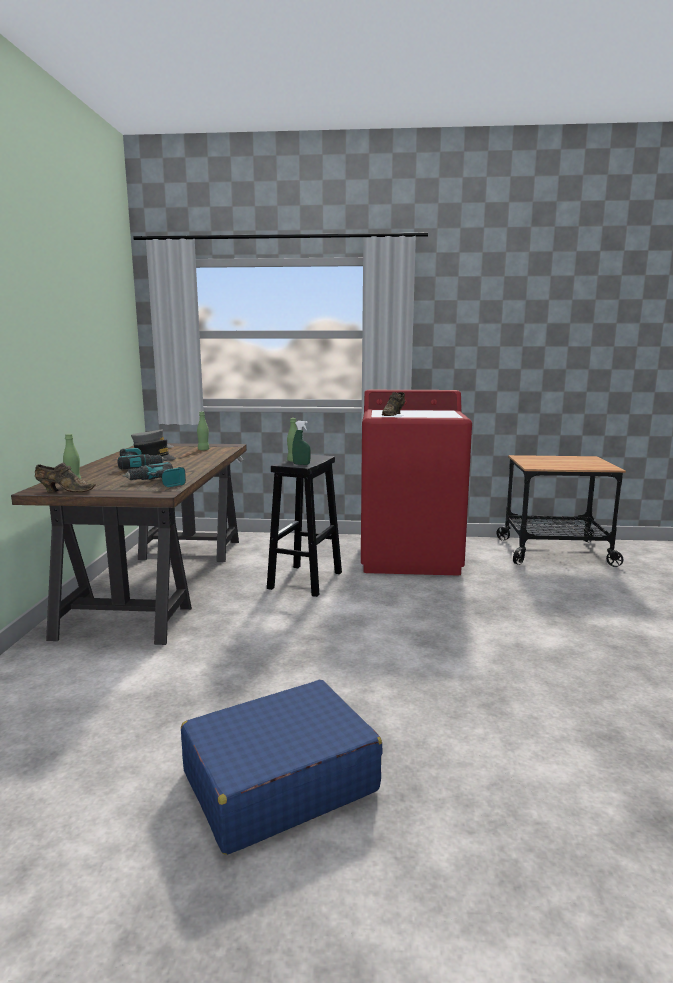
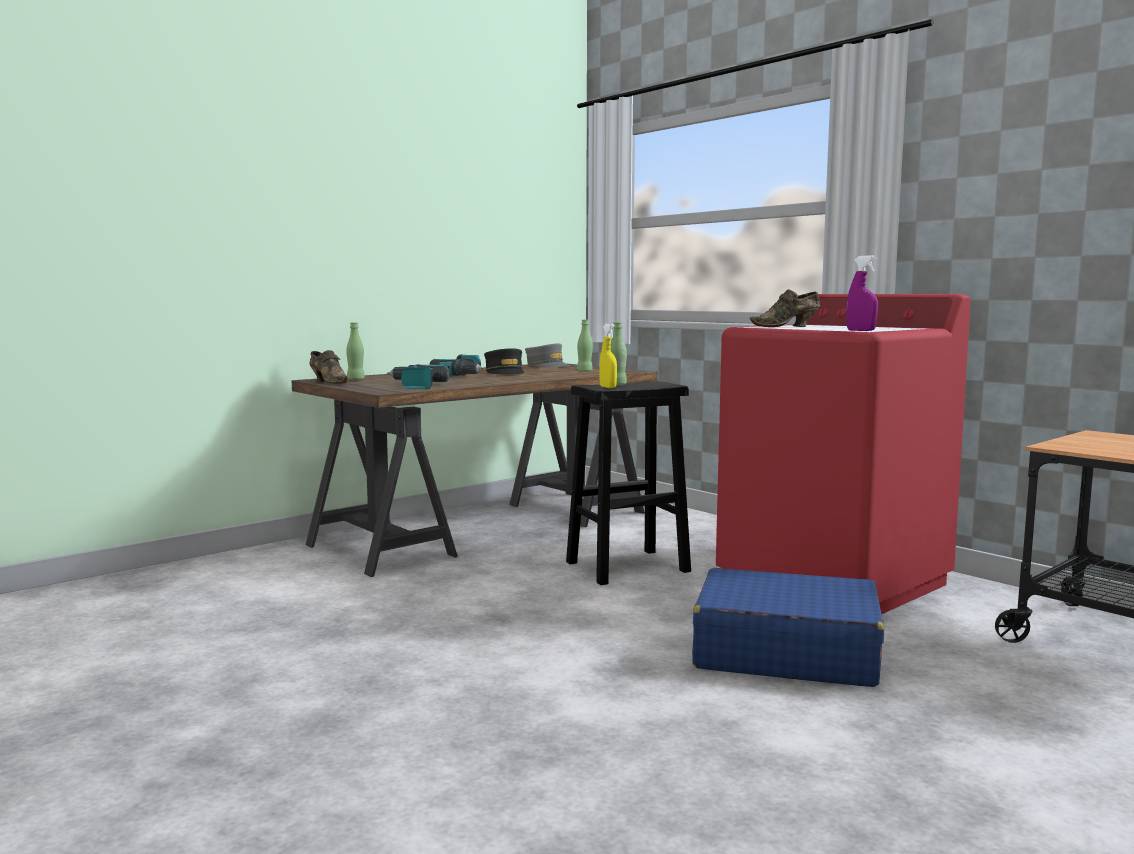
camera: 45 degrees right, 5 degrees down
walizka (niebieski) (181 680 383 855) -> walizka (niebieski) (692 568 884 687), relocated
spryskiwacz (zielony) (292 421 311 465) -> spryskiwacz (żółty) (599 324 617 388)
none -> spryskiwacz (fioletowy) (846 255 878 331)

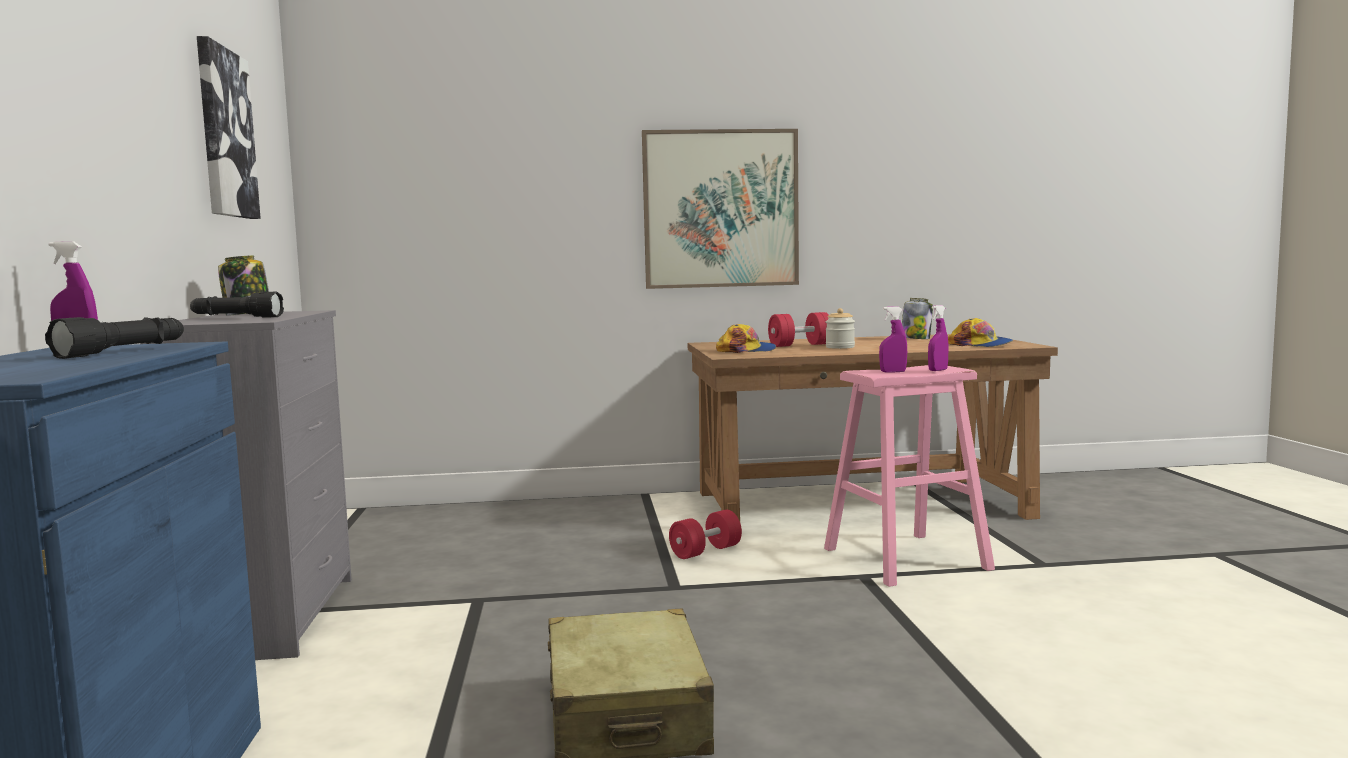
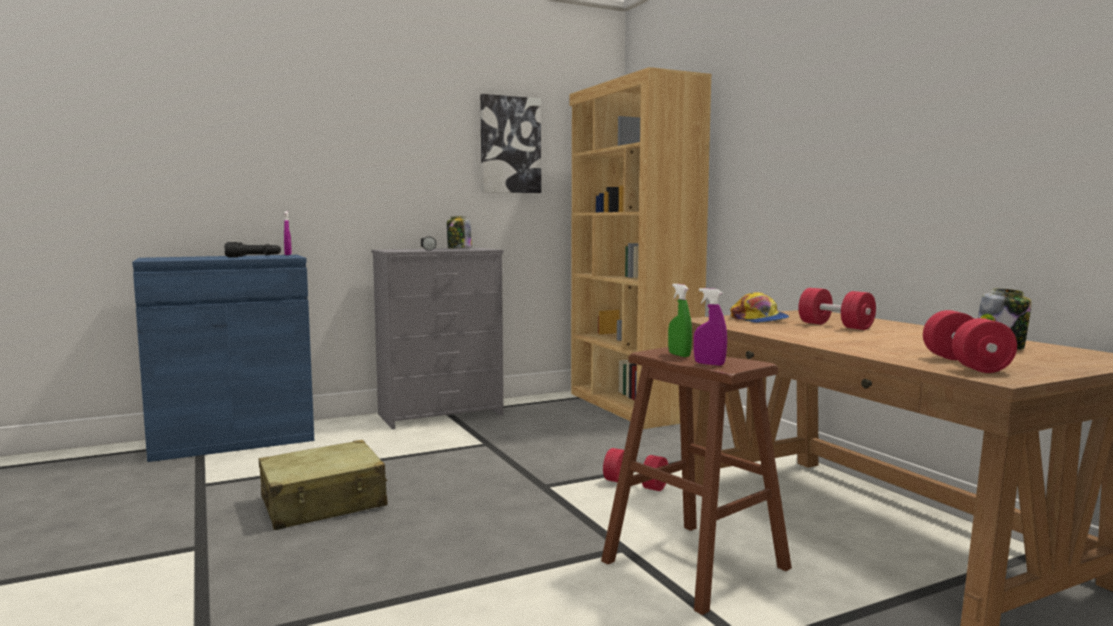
camera: 70 degrees right, 0 degrees up
obraz (642 129 799 289) -> none
stołek (różowy) (824 365 995 587) -> stołek (brązowy) (601 347 792 615)
słoik (826 308 855 349) -> none
spryskiwacz (fioletowy) (879 307 907 373) -> spryskiwacz (zielony) (668 284 692 357)
czapka z daszkiem (948 318 1013 347) -> hantel (czerwony) (923 310 1017 373)
none -> regał (brązowy) (569 67 712 429)

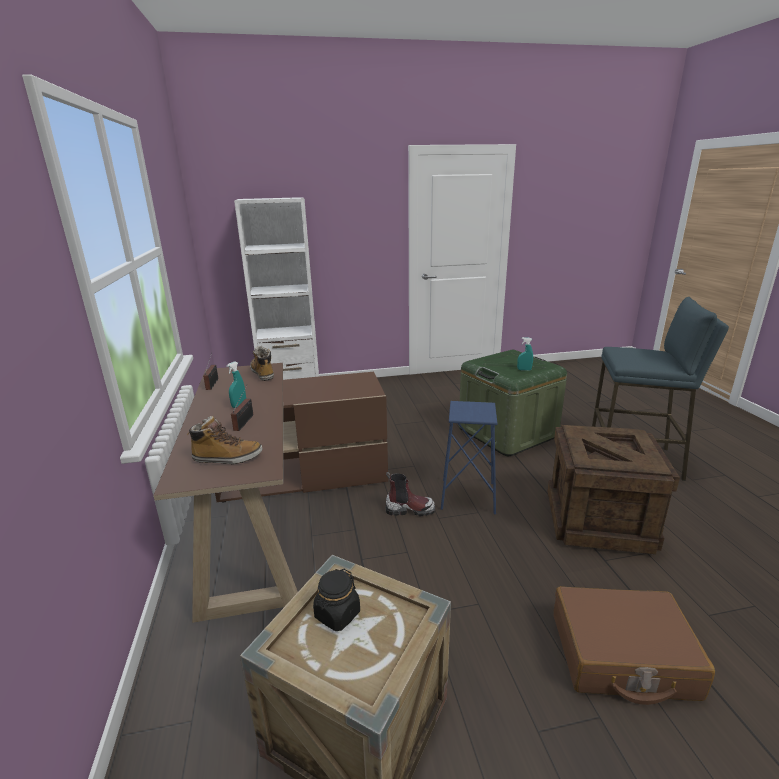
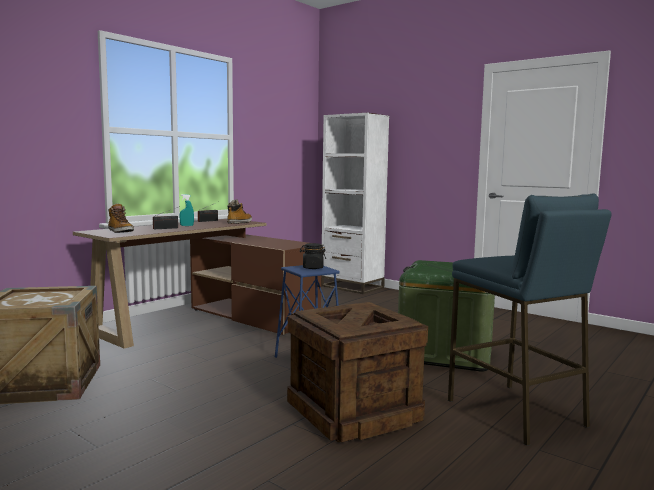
camera: 50 degrees right, 15 degrees down
słoik (czarny) (313 569 360 631) -> słoik (czarny) (300 243 326 269), relocated
but z cholewką (385 472 435 516) -> none
spryskiwacz (turkusowy) (517 337 533 371) -> none
walizka (brązowy) (554 586 715 705) -> none

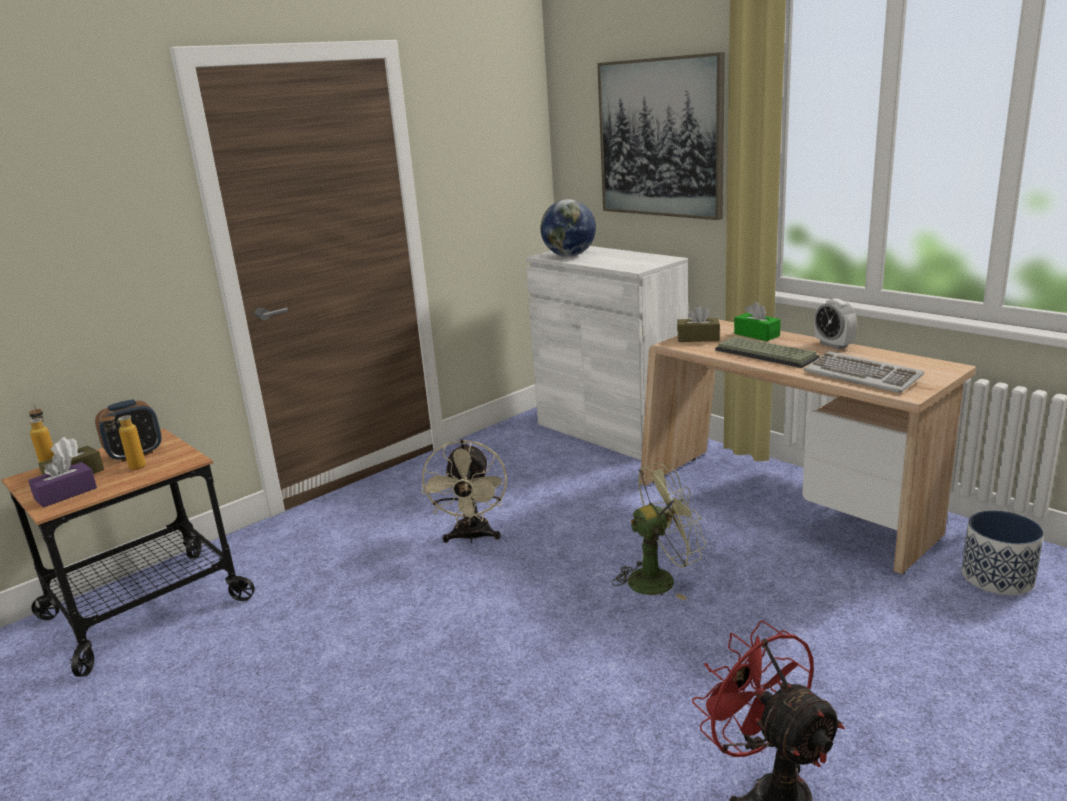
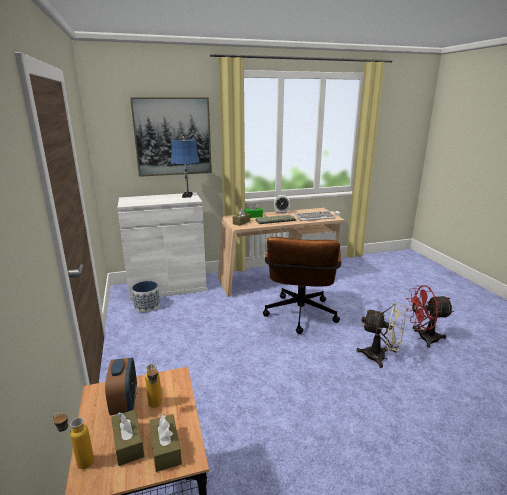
camera: 65 degrees left, 0 degrees up
pudełko chusteczek (fioletowy) (28 455 97 507) -> pudełko chusteczek (brązowy) (149 414 182 472)
wentylator (beżowy) (421 439 507 543) -> wentylator (beżowy) (356 302 407 368), relocated
globus (540 199 596 257) -> none
wentylator (zielony) (612 463 706 600) -> krzesło biurowe (brązowy) (263 237 342 334)
donica (962 511 1044 595) -> donica (132 281 160 312), relocated
none -> lampa stołowa (niebieski) (170 137 200 198)

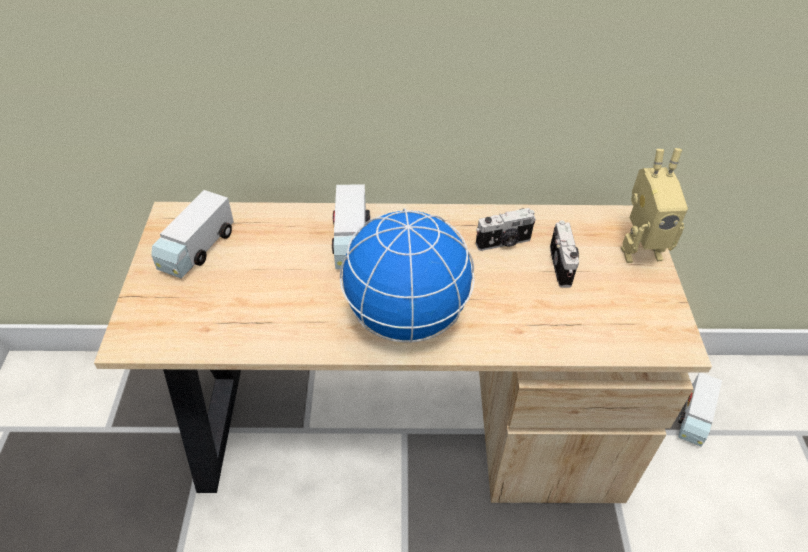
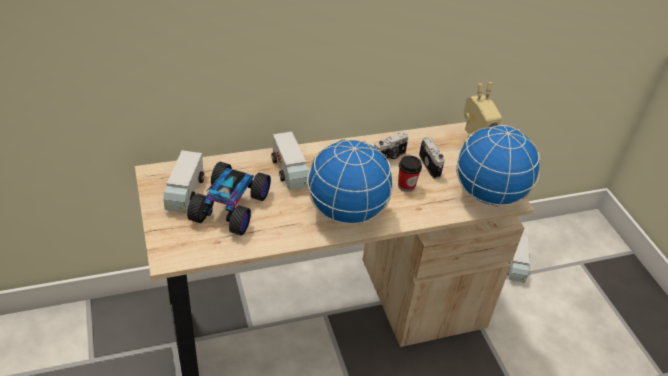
camera: 20 degrees left, 5 degrees down
none -> samochodzik (187 162 271 235)
none -> filiżanka (398 155 422 192)
none -> globus (456 124 540 207)

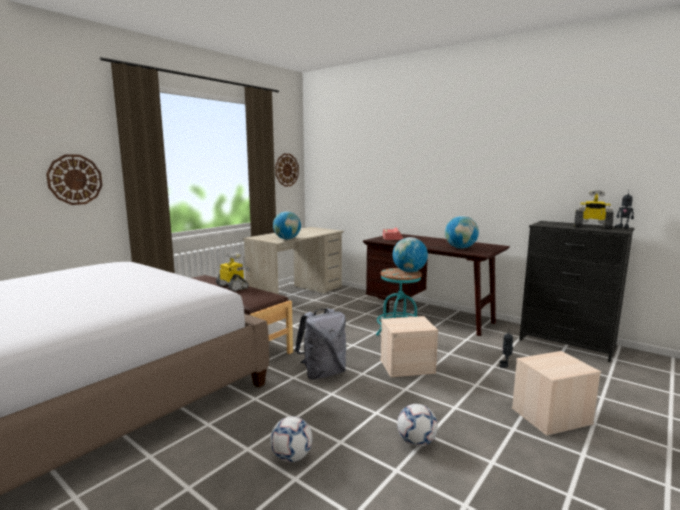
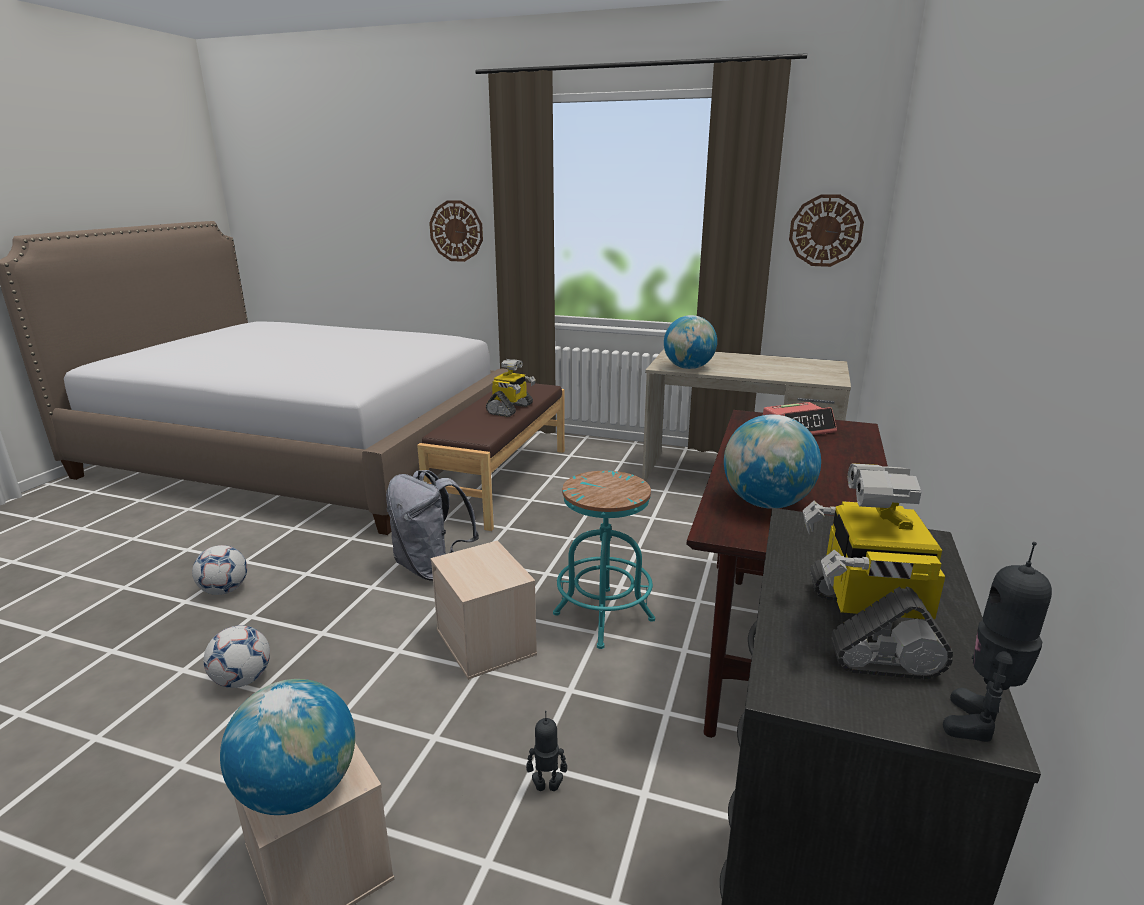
camera: 70 degrees right, 10 degrees up
globus (393 237 428 272) -> globus (220 679 355 815), relocated

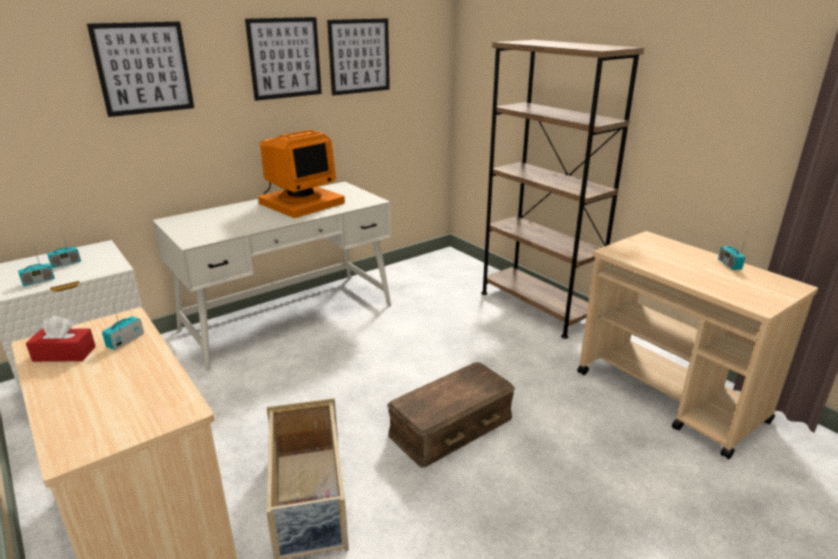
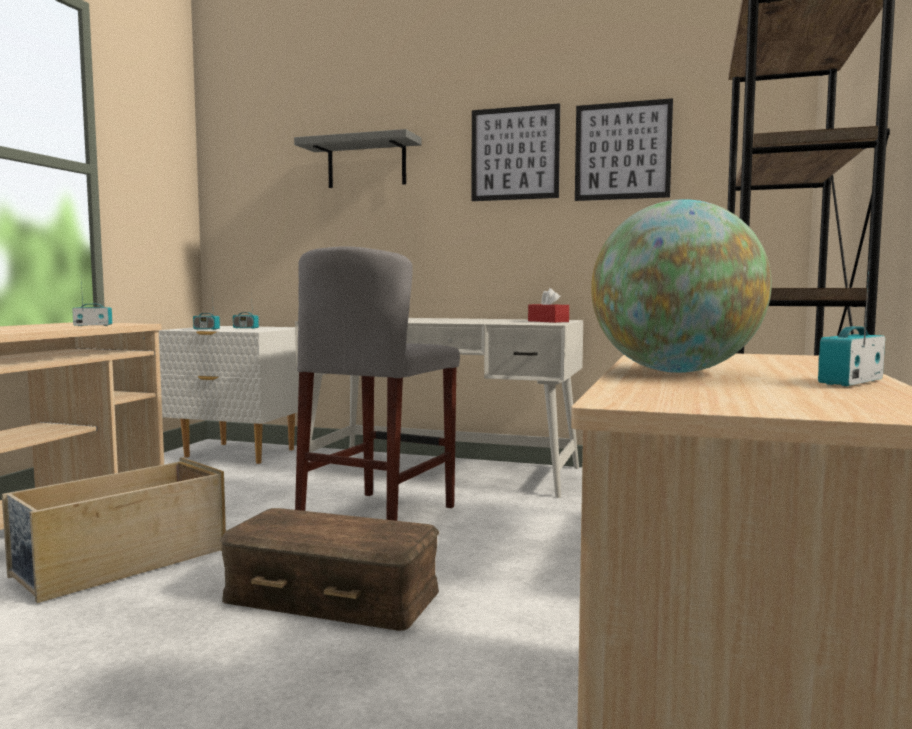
camera: 55 degrees right, 20 degrees down
pudełko chusteczek (czerwony) (26 316 96 362) -> pudełko chusteczek (czerwony) (528 288 569 323), relocated
obraz (87 21 194 117) -> półka (szary) (294 129 422 188)
monitor (258 130 345 218) -> none
none -> stołek (szary) (295 246 460 521)
none -> globus (591 199 772 373)

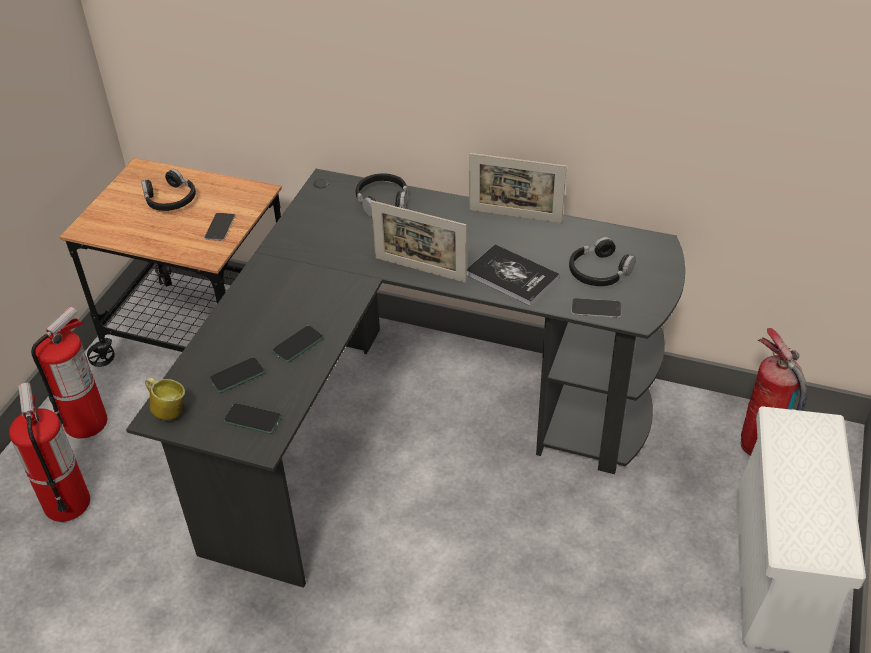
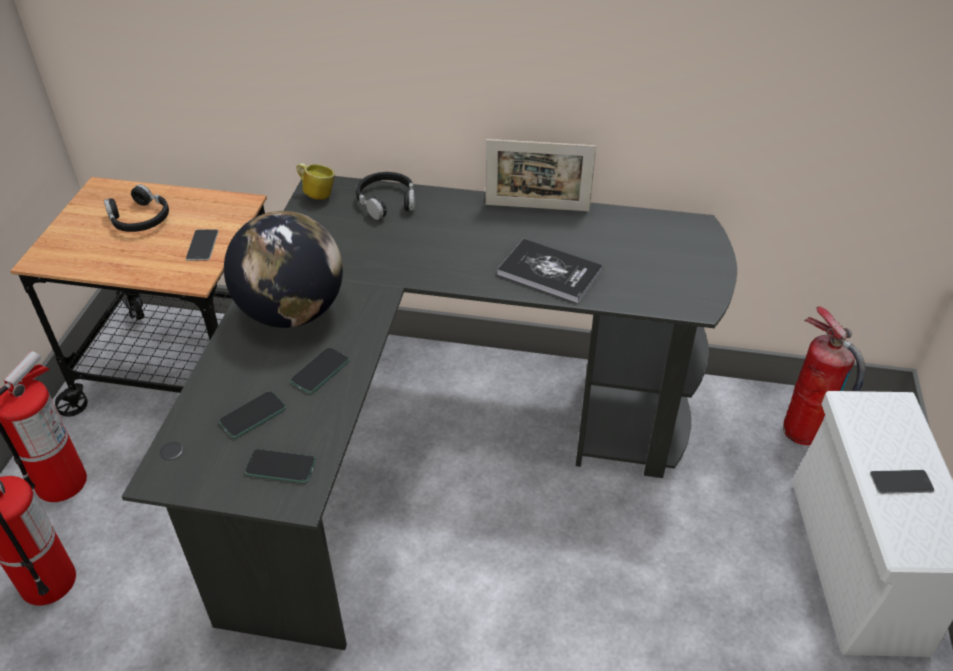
camera: 10 degrees left, 0 degrees up
kubek (145 378 185 420) -> kubek (296 163 335 200), relocated
ramka na zdjęcie (371 201 467 283) -> none
słuchawki (czarny) (569 237 636 286) -> none
telefon (571 298 621 318) -> telefon (870 470 935 494), relocated
none -> globus (224 211 343 328)

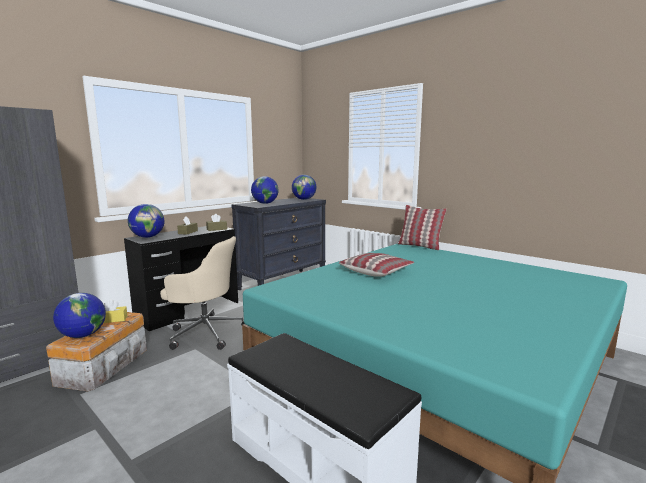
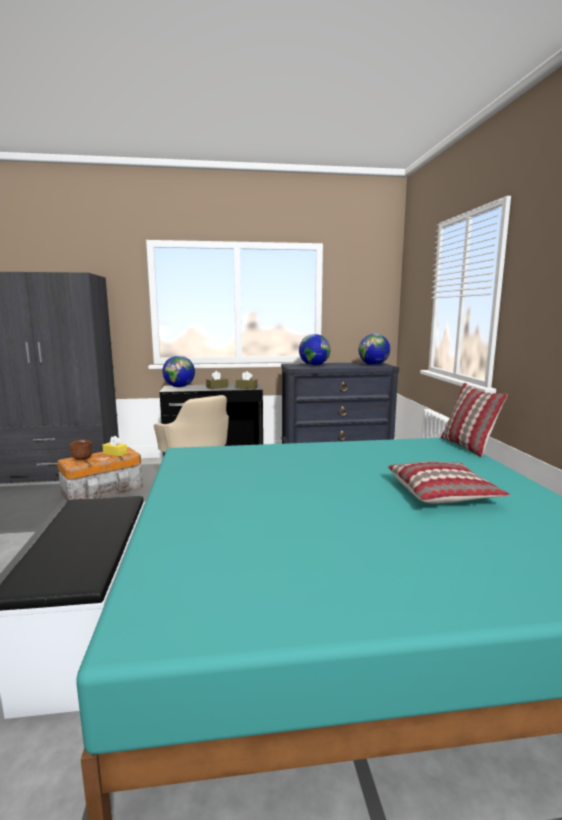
camera: 40 degrees right, 0 degrees up
globus (53 293 106 338) -> miska (brązowy) (69 440 93 460)
poduszka (339 253 414 277) -> poduszka (388 462 510 504), relocated

